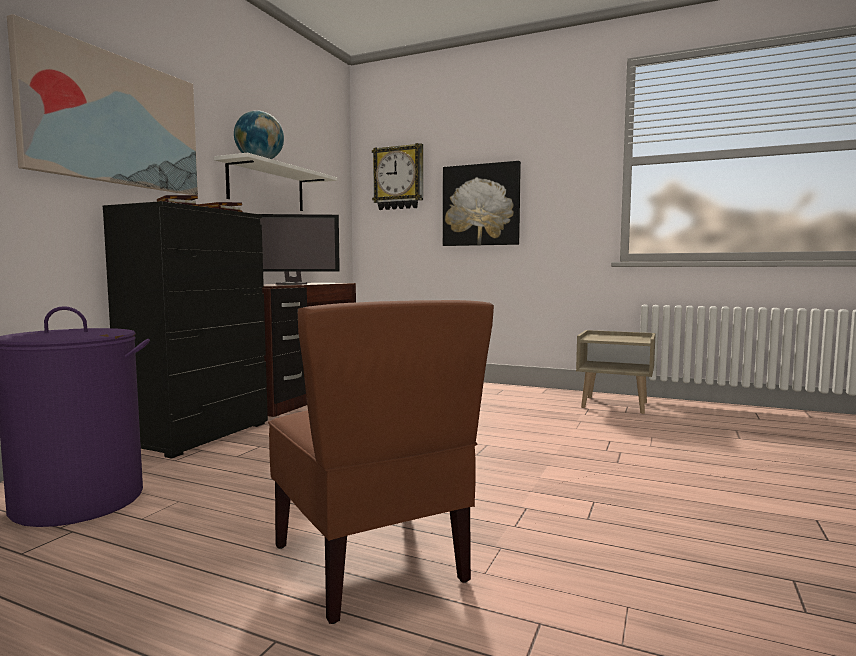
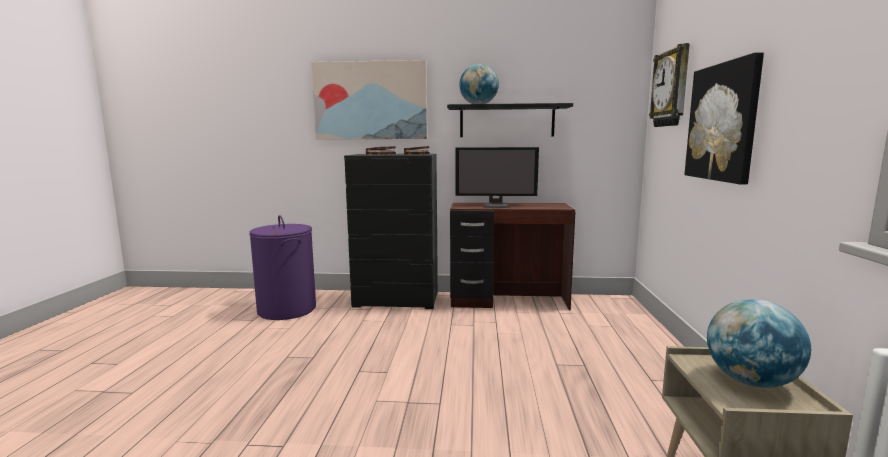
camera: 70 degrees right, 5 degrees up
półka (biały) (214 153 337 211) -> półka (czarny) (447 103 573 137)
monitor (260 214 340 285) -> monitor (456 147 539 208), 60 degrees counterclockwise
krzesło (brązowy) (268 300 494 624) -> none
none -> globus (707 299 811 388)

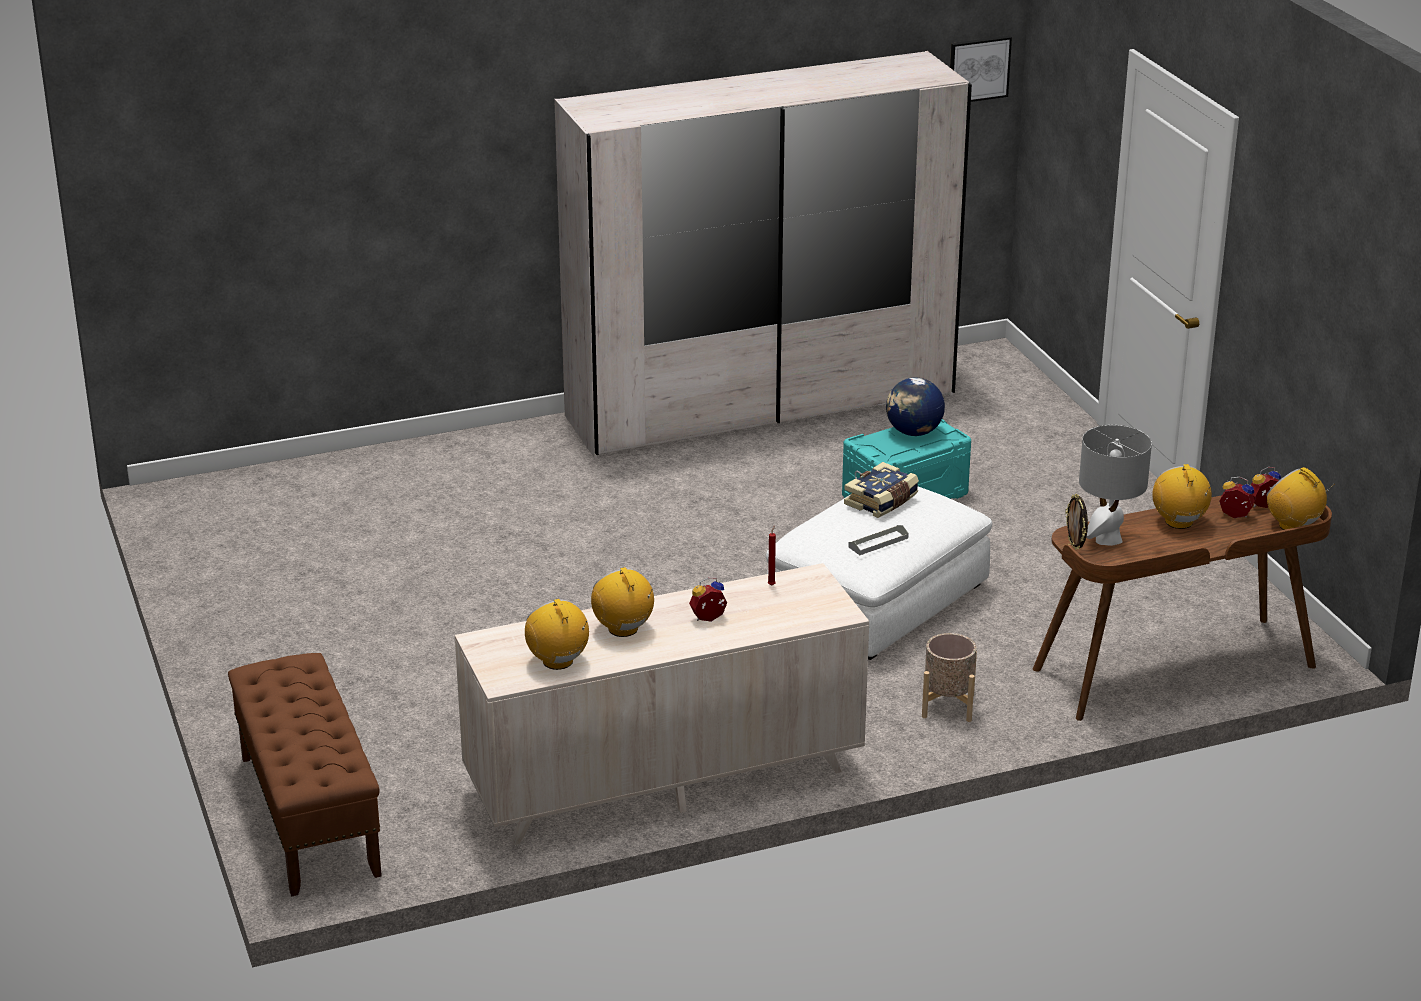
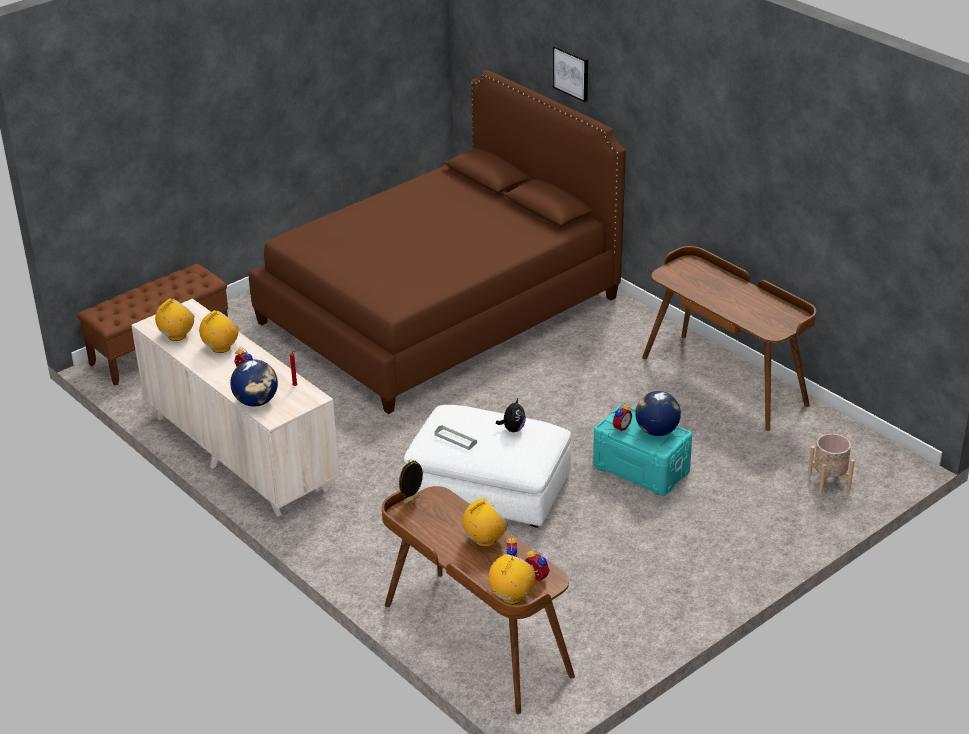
camera: 70 degrees right, 5 degrees up
szafa (biały) (554 51 972 458) -> biurko (brązowy) (642 246 816 431)
książka (844 462 919 518) -> pluszak (496 399 526 432)
donica (beżowy) (922 633 977 722) -> donica (beżowy) (808 434 855 494), relocated
obraz (950 36 1012 102) -> obraz (553 45 588 102), relocated
lampa stołowa (szary) (1079 425 1152 546) -> none
none -> globus (230 360 278 407)
none -> łóżko (brązowy) (249 70 626 414)
none -> budzik (613 403 632 432)

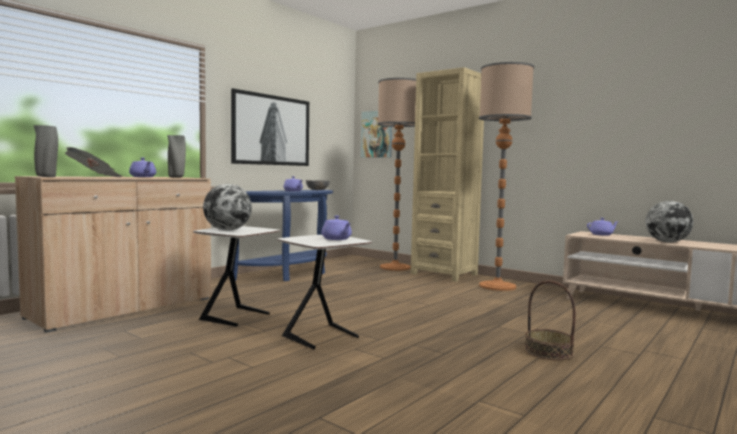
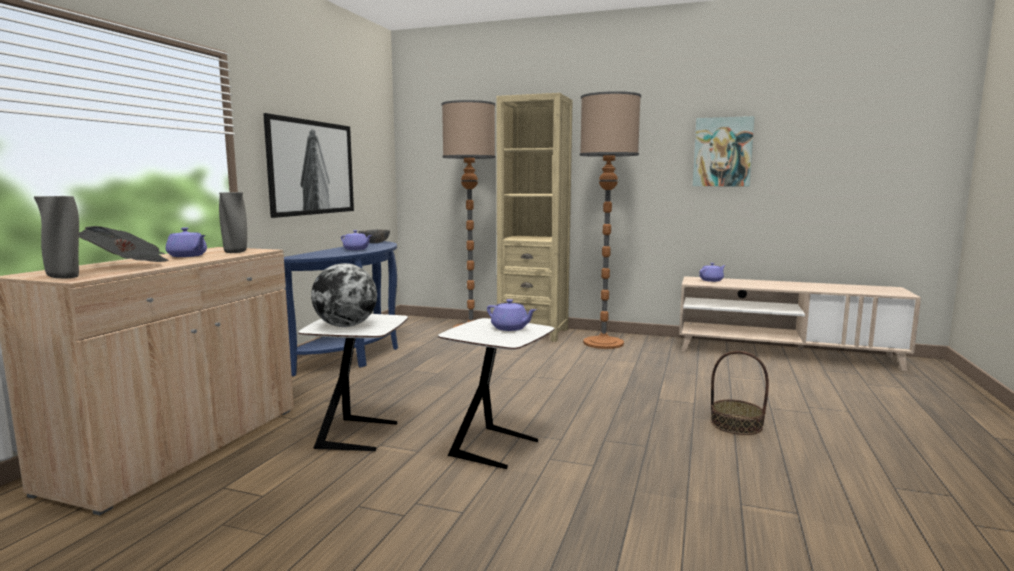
camera: 20 degrees left, 5 degrees up
obraz (361 111 392 158) -> obraz (693 116 755 186), relocated
globus (645 201 694 242) -> none

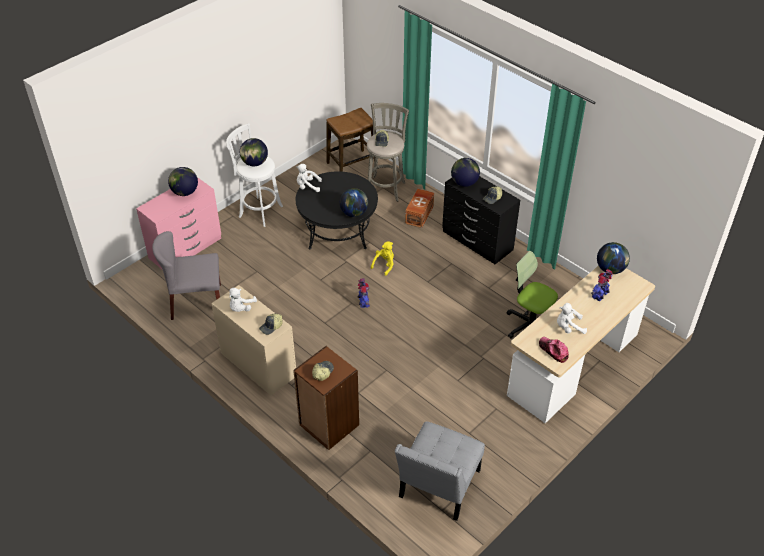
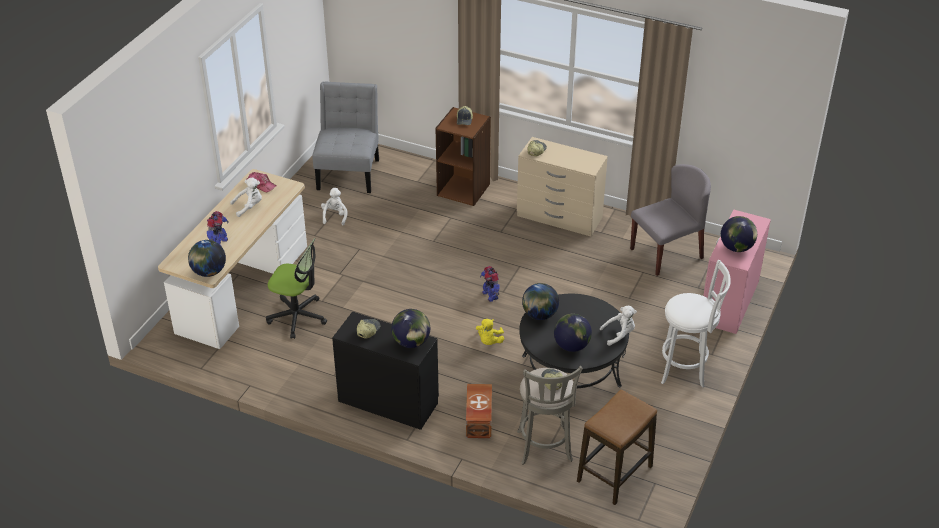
camera: 160 degrees right, 5 degrees down
pluszak (biały) (229 288 257 312) -> pluszak (biały) (321 188 347 225), relocated
globus (240 138 268 166) -> globus (554 314 592 352), relocated

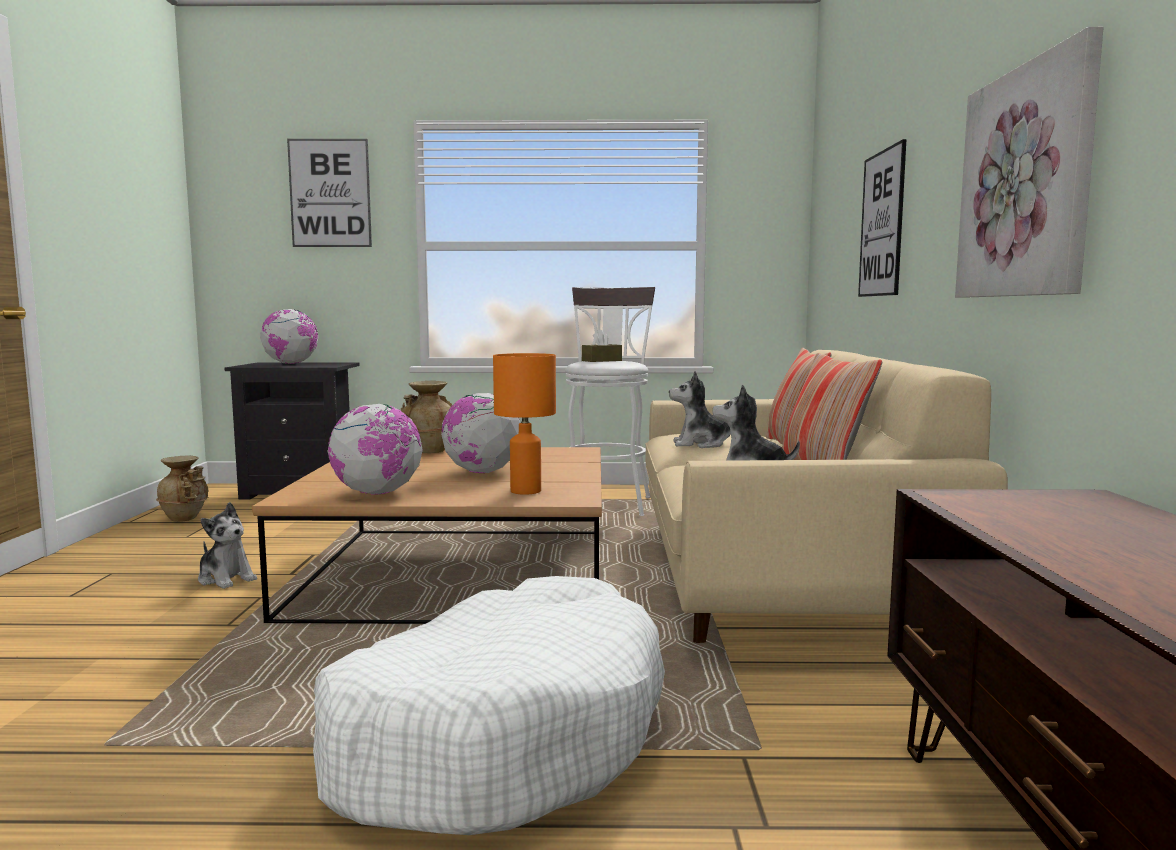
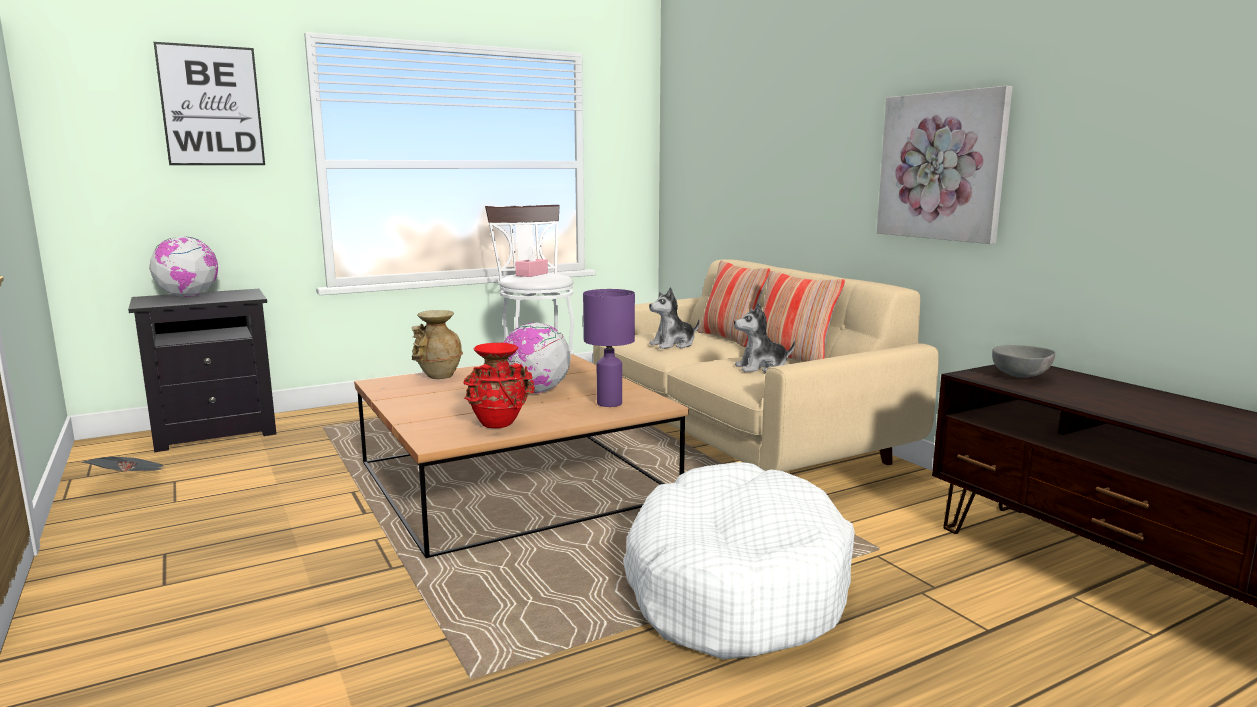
camera: 30 degrees left, 5 degrees up
wazon (beżowy) (156 456 208 522) -> gazeta (81 457 163 472)
pluszak (198 502 257 589) -> none
globus (327 404 423 495) -> wazon (czerwony) (464 343 535 428)
lampa stołowa (pomarańczowy) (493 353 556 495) -> lampa stołowa (fioletowy) (583 289 635 407)
pudełko chusteczek (brązowy) (582 330 622 362) -> pudełko chusteczek (różowy) (515 247 548 277)
obraz (858 139 907 297) -> none
none -> miska (szary) (992 345 1055 378)

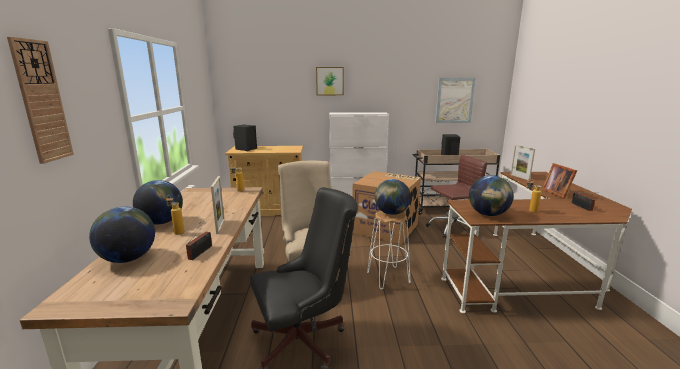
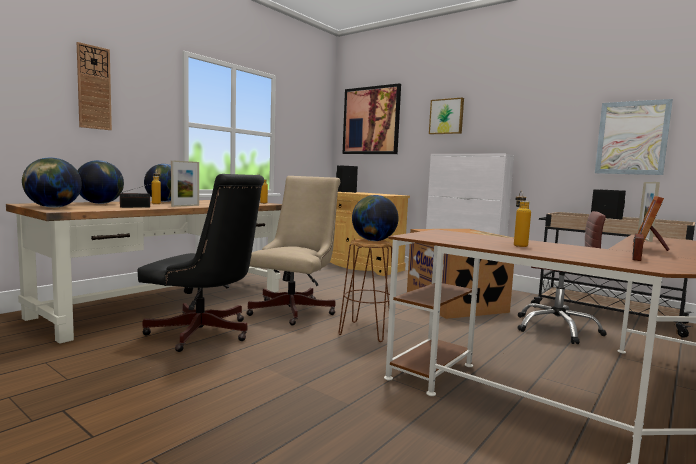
camera: 40 degrees right, 10 degrees down
stołek (biały) (367 211 411 289) -> stołek (brązowy) (339 239 392 342)
globus (469 175 513 216) -> globus (22 158 82 208), relocated
none -> obraz (342 83 401 154)

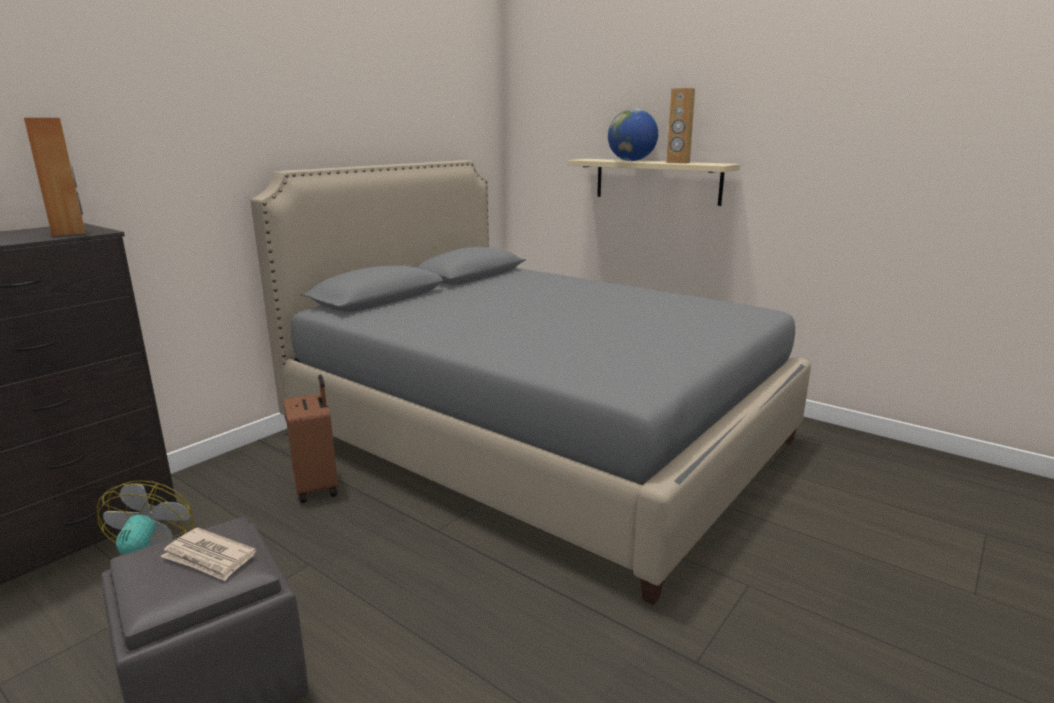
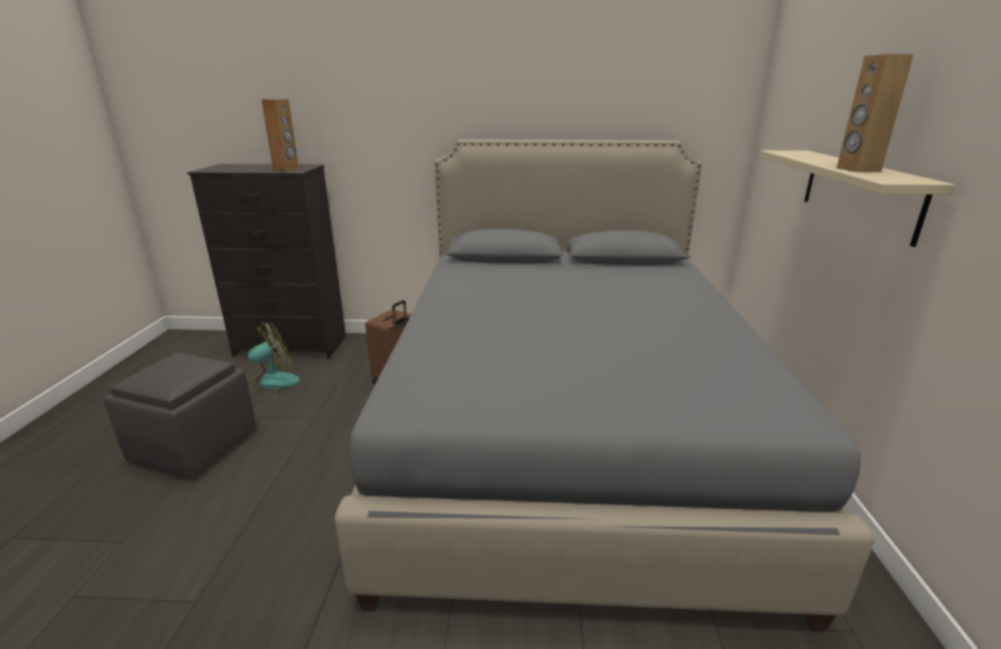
camera: 55 degrees right, 5 degrees up
gazeta (161 528 256 581) -> none
globus (608 109 658 161) -> none

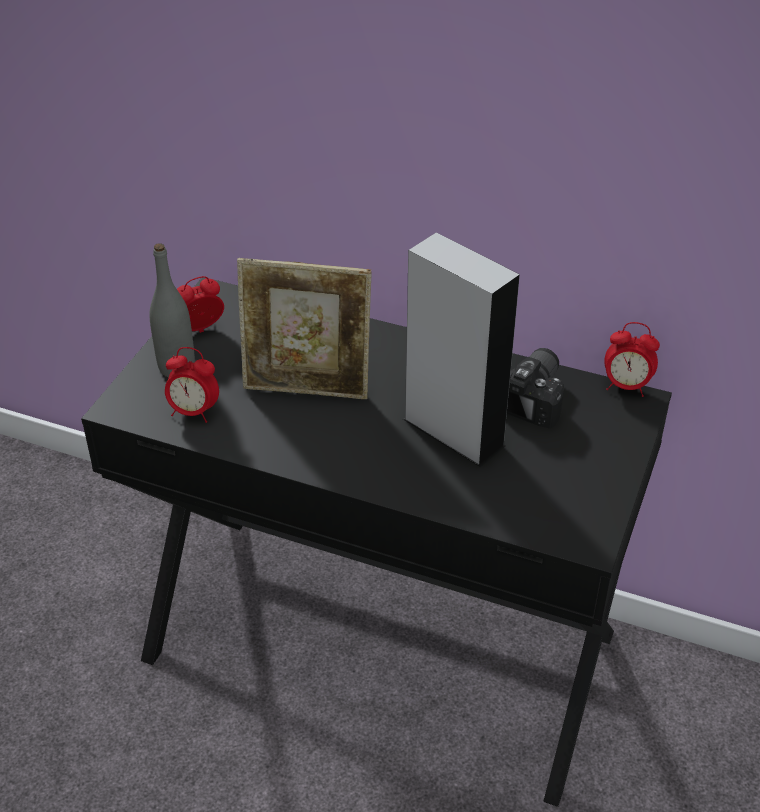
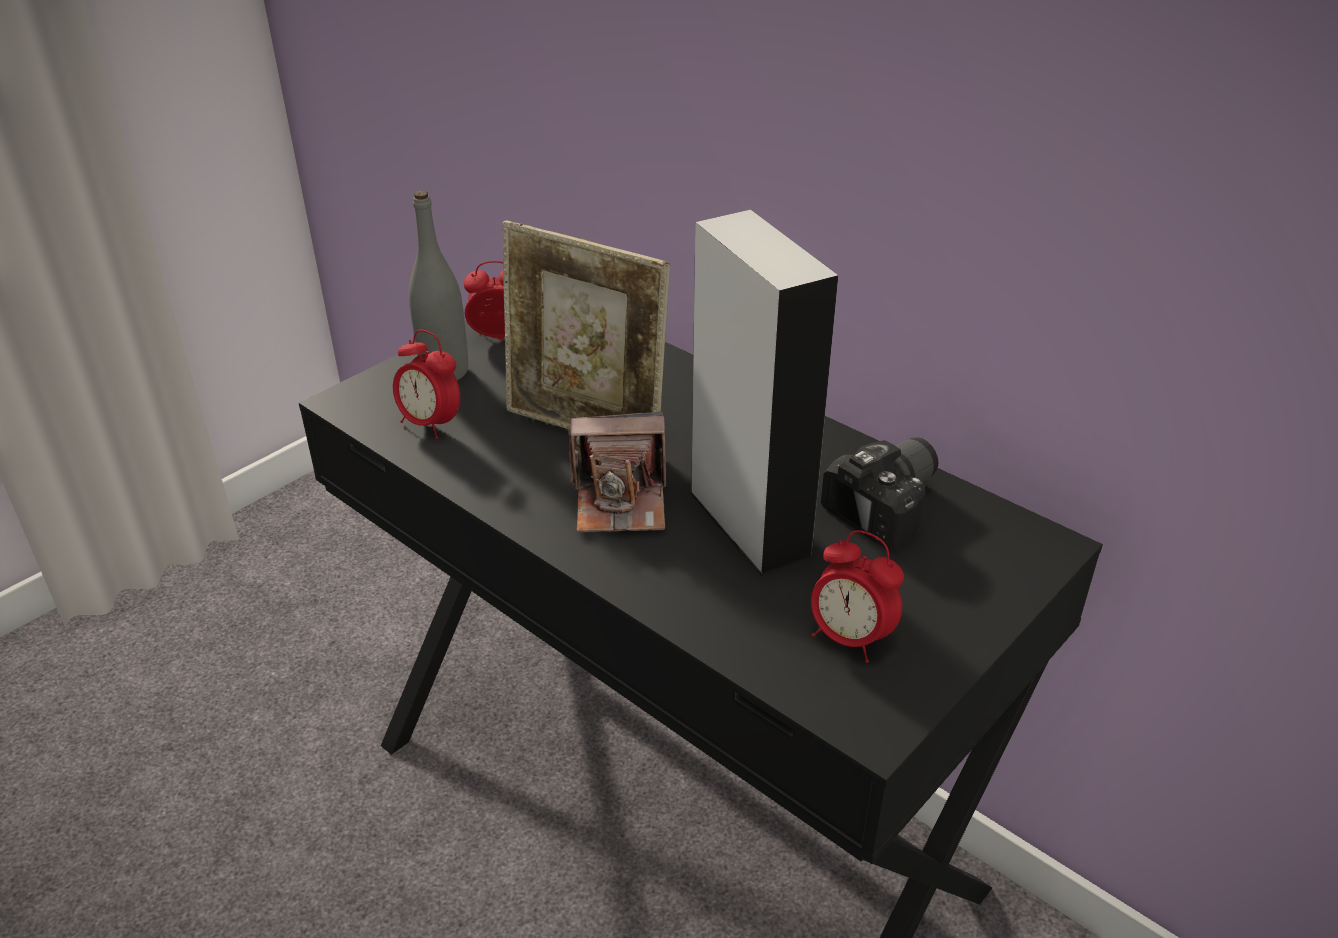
camera: 20 degrees right, 5 degrees down
budzik (604 322 660 397) -> budzik (811 530 904 663), relocated
none -> aparat fotograficzny (568 412 666 532)

